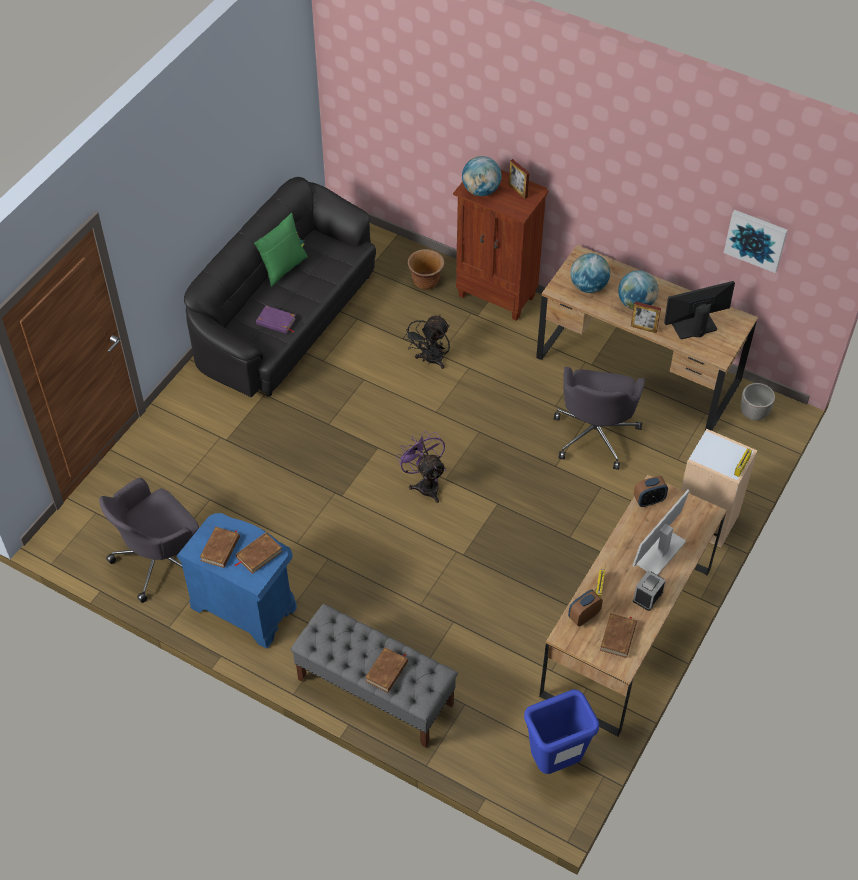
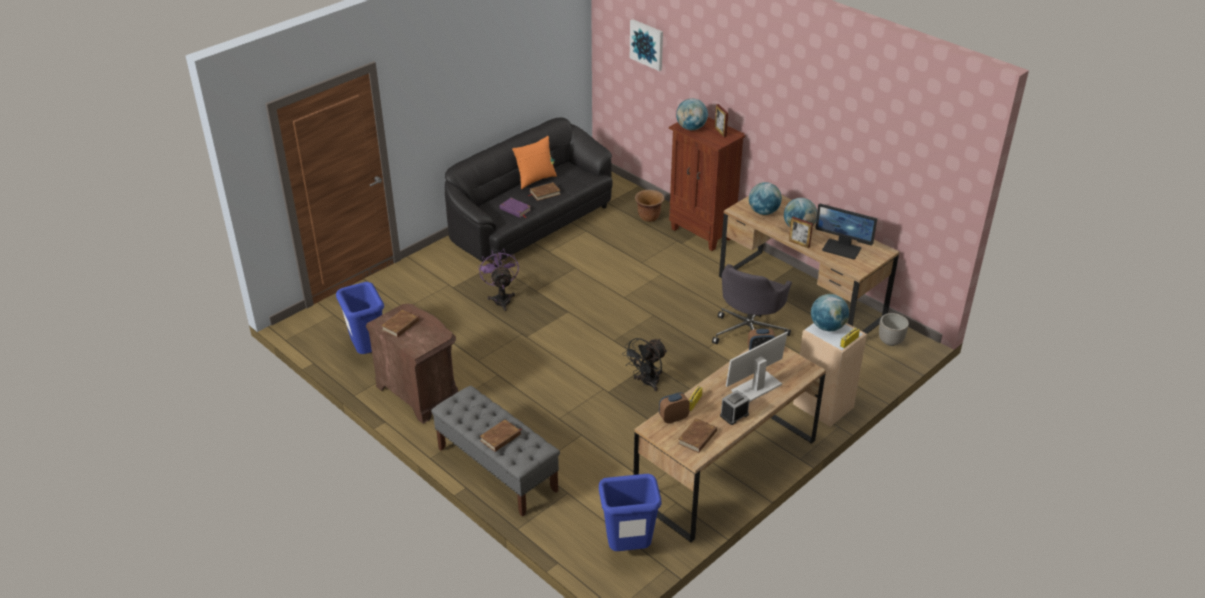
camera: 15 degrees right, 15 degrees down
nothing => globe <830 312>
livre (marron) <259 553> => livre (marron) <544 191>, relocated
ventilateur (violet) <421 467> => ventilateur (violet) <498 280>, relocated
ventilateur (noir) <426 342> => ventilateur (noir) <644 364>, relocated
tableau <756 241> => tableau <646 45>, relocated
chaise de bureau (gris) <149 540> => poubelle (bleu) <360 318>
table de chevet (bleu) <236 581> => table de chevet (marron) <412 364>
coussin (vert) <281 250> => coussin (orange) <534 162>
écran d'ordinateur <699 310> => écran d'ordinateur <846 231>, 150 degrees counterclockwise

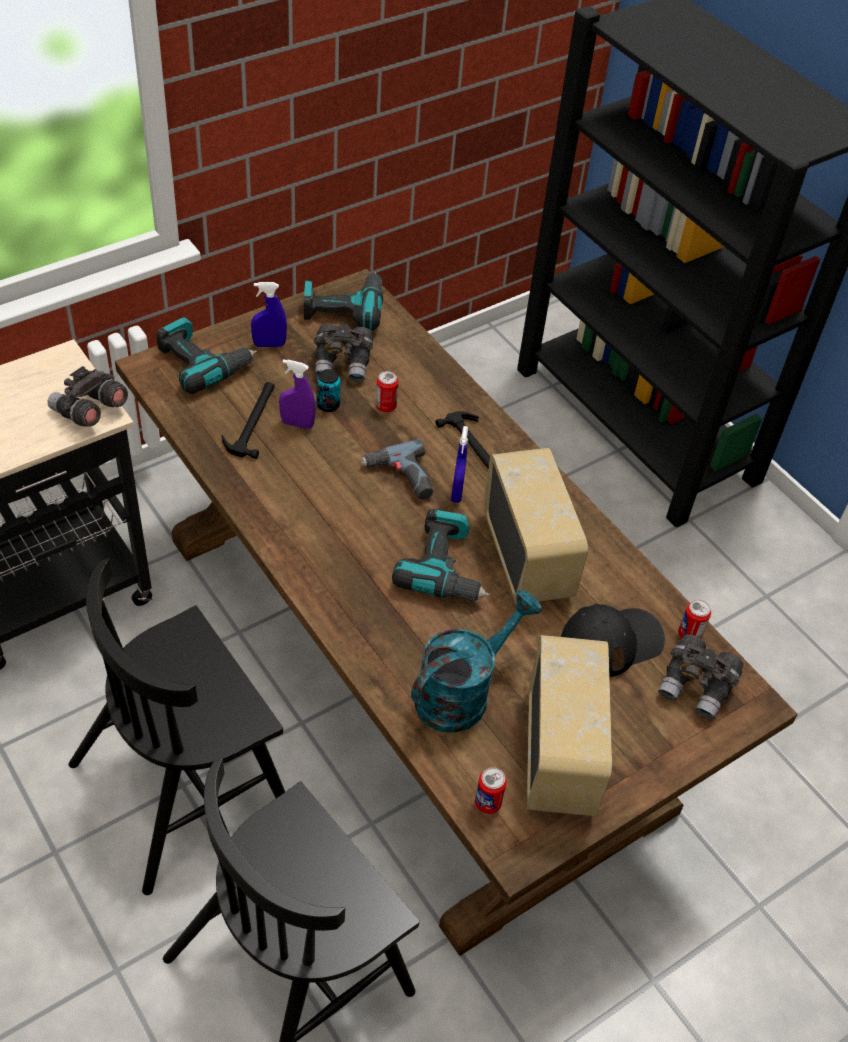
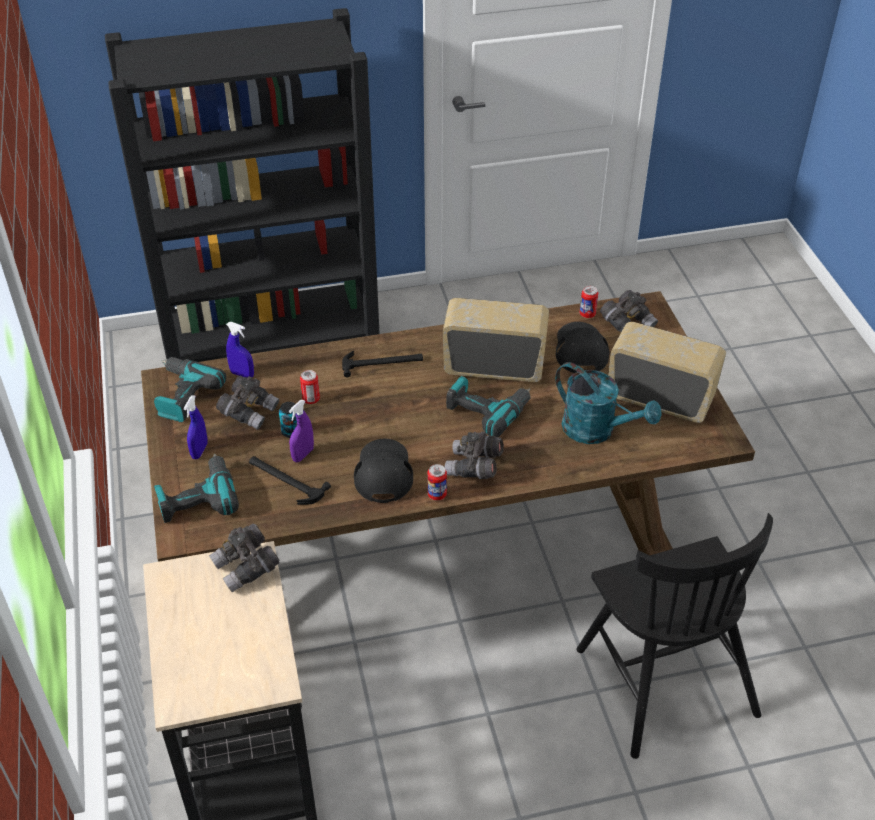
camera: 65 degrees left, 5 degrees down
chaise (noir) <176 726> => nothing
perceuse <397 469> => nothing
nothing => casquette (noir) <383 471>
nothing => jumelles (gris) <474 455>
vaporisateur (bleu) <459 464> => vaporisateur (bleu) <240 349>, relocated
boîte métallique <491 790> => boîte métallique <437 482>, relocated
arrosoir (turquoise) <476 661> => arrosoir (turquoise) <608 403>, 150 degrees clockwise

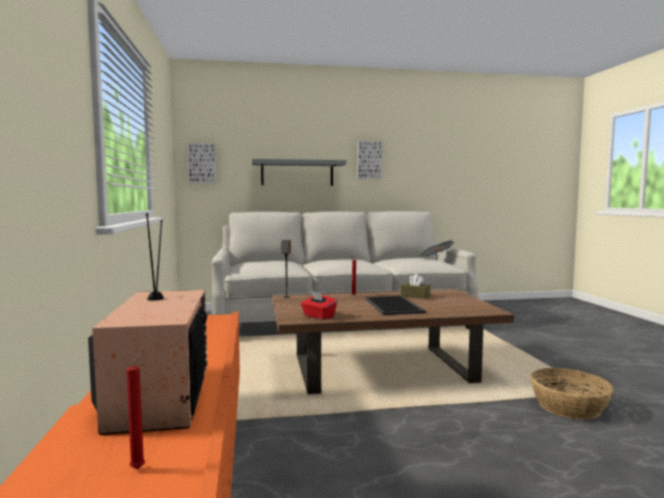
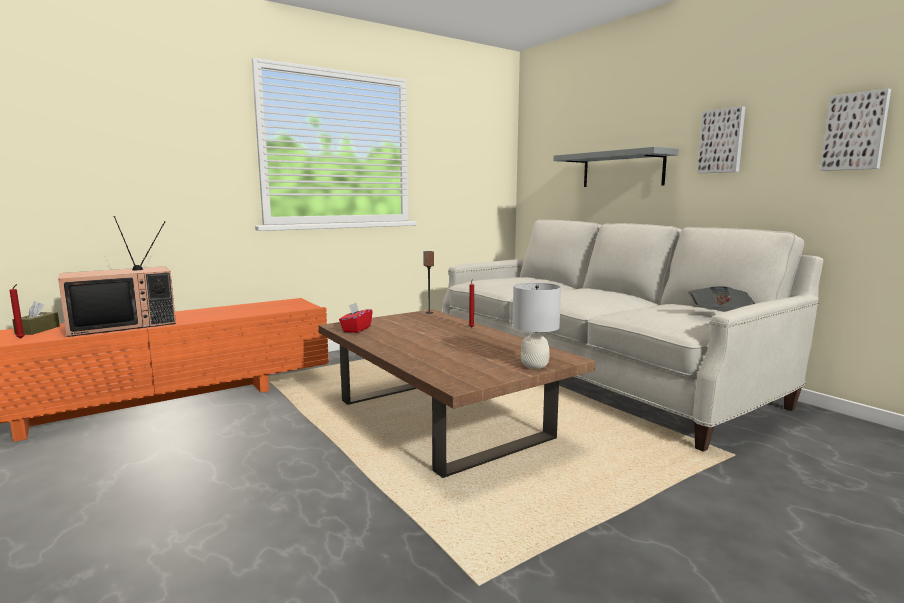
camera: 65 degrees right, 5 degrees up
plateau <395 305> => nothing
panier <572 393> => nothing
nothing => lampe de table (gris) <536 326>
tableau <202 163> => tableau <855 130>, relocated
boîte à mouchoirs (marron) <415 286> => boîte à mouchoirs (marron) <36 318>, relocated

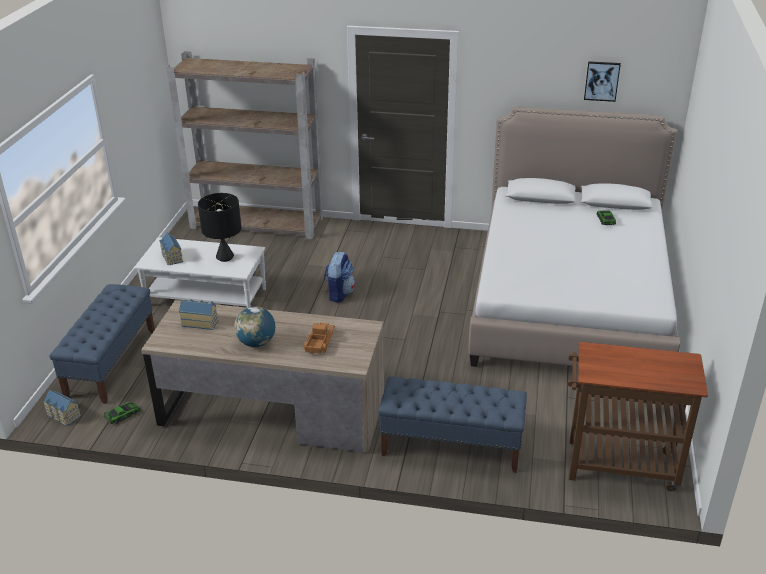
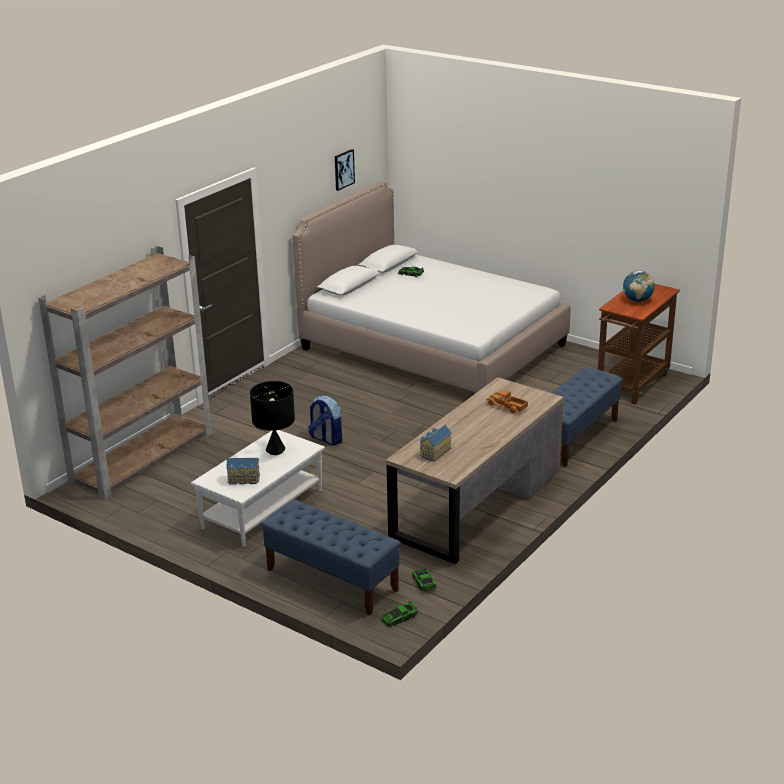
camera: 65 degrees left, 5 degrees down
globe <254 326> => globe <639 286>, relocated
maison miniature <62 408> => petite voiture <399 614>

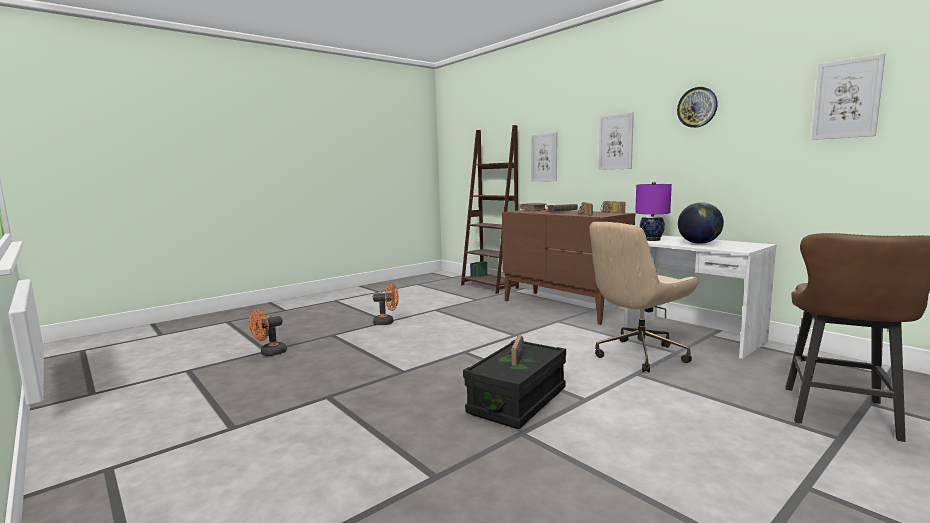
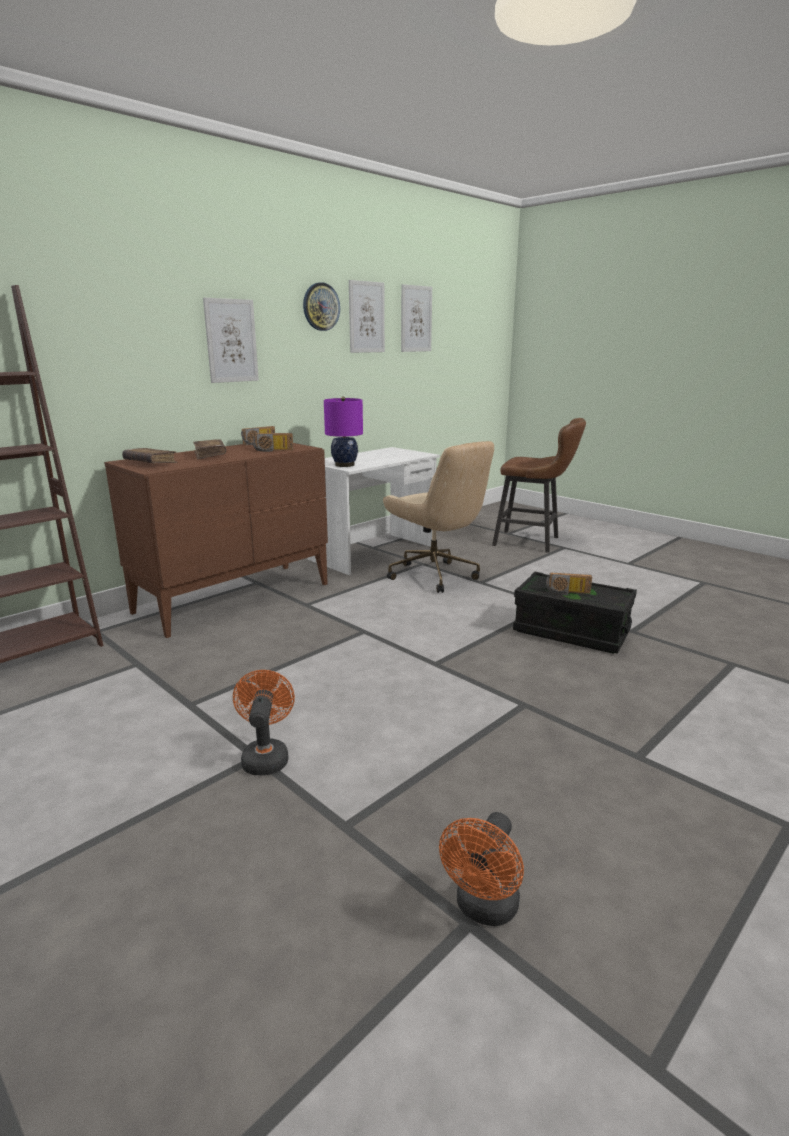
camera: 95 degrees left, 10 degrees up
globe <701 223> => nothing
tableau <544 157> => tableau <367 316>, relocated
ventilateur (orange) <268 332> => ventilateur (orange) <481 869>, 75 degrees clockwise

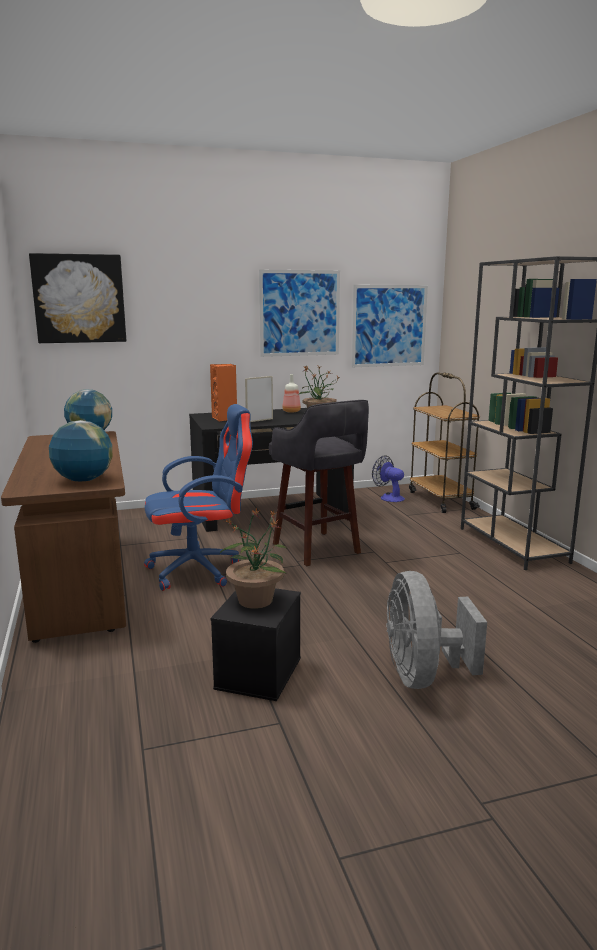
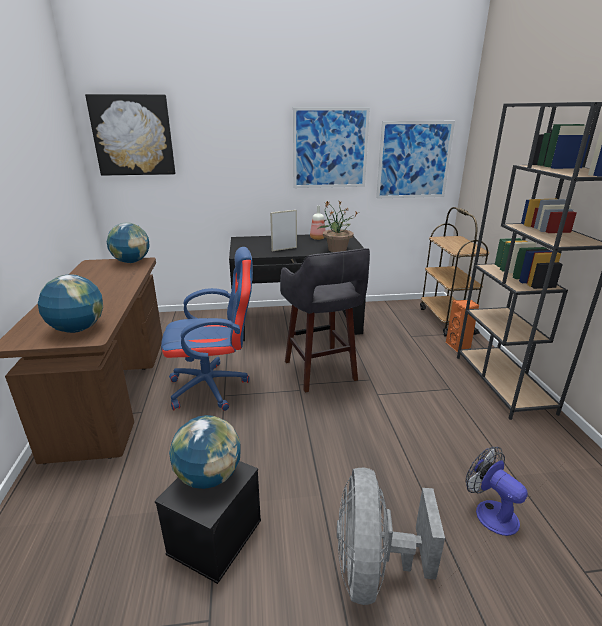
camera: 10 degrees right, 10 degrees up
enceinte (orange) <223 392> => enceinte (orange) <462 326>, relocated
ventilateur <388 479> => ventilateur <497 491>, relocated
plante en pot <253 558> => globe <205 452>

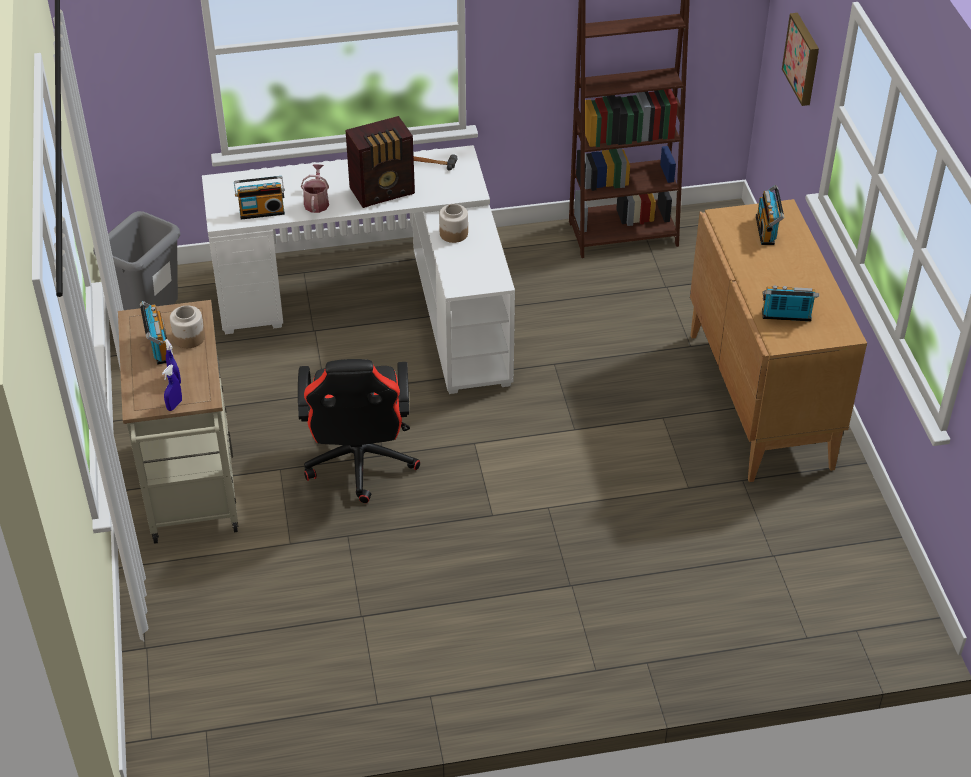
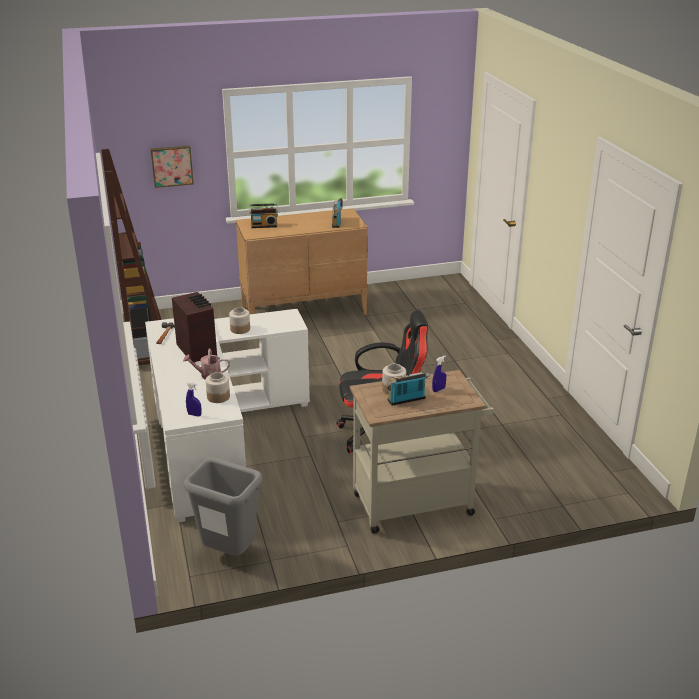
camera: 95 degrees left, 15 degrees down
vaporisateur (bleu) <172 388> => vaporisateur (bleu) <193 399>, relocated
radio <259 198> => bocal <218 387>

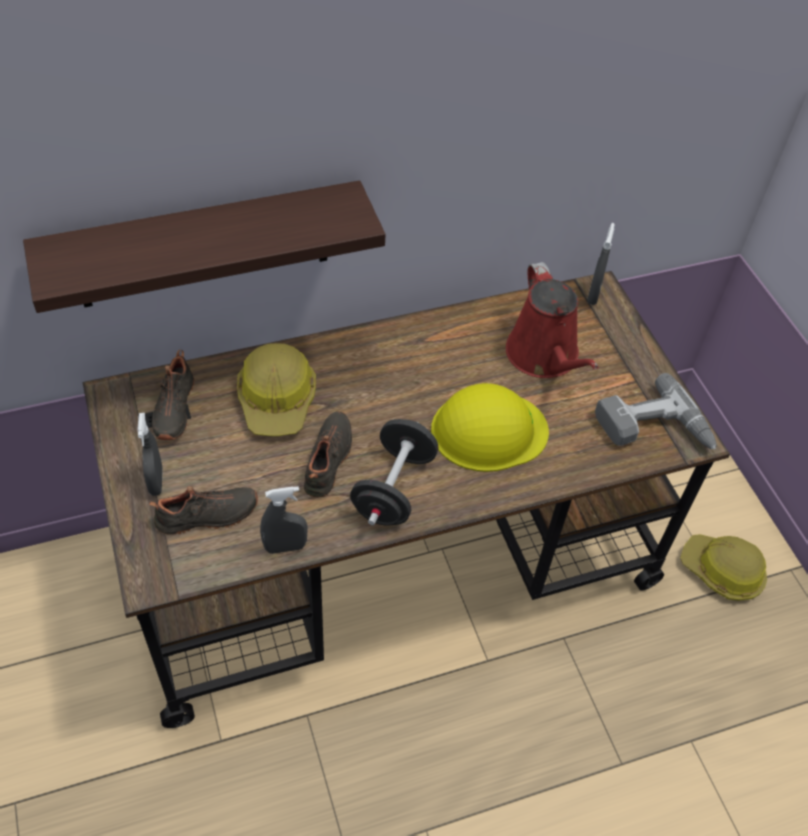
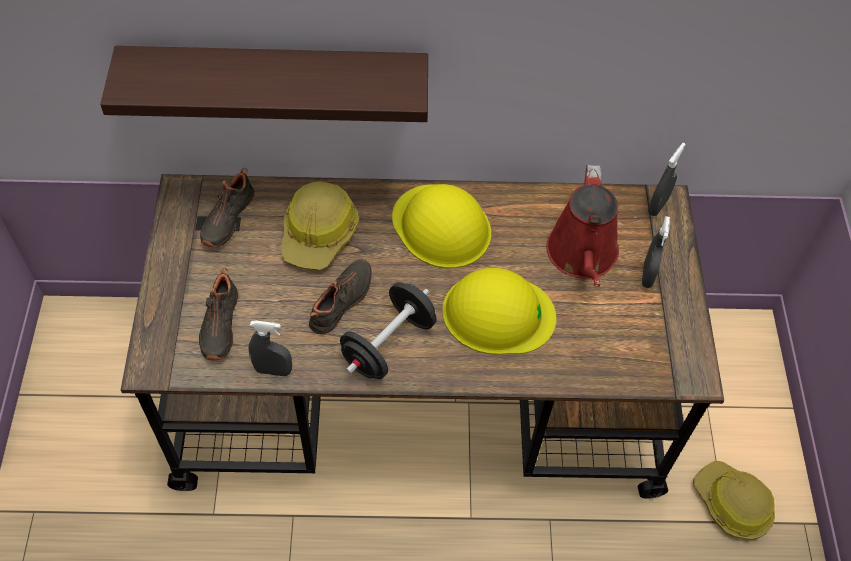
camera: 20 degrees right, 5 degrees up
perceuse <656 411> => nothing
nothing => casque de chantier (jaune) <441 226>
vaporisateur (gris) <150 454> => vaporisateur (gris) <656 252>, relocated
chaussure (noir) <203 511> => chaussure (noir) <219 313>, 90 degrees clockwise

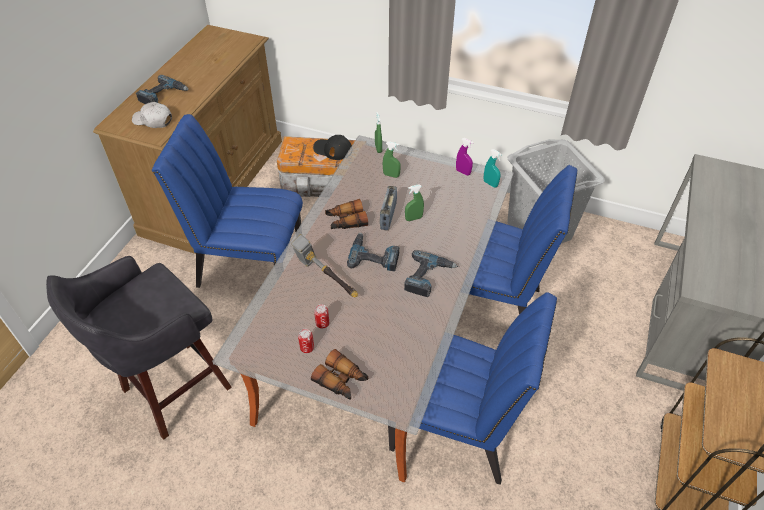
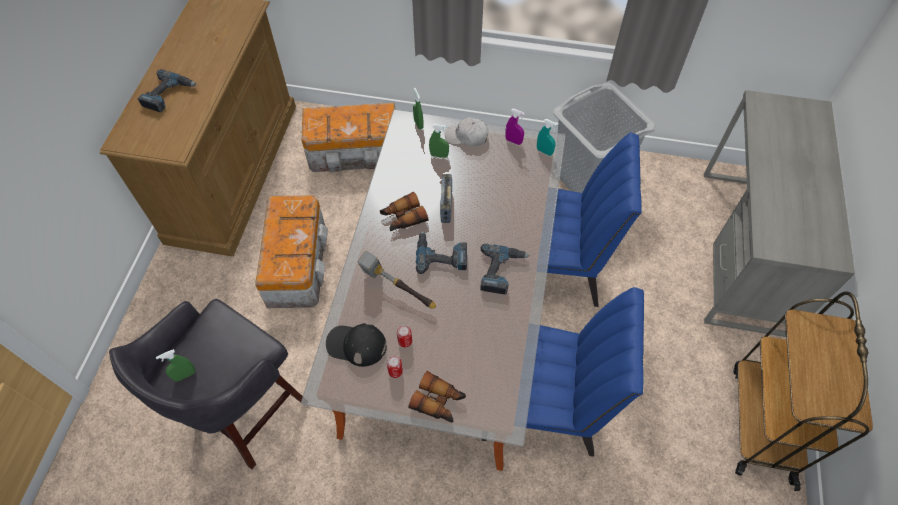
camera: 10 degrees left, 10 degrees up
casquette (blanc) <152 115> => casquette (blanc) <466 131>, relocated
casquette (noir) <332 147> => casquette (noir) <356 345>, relocated
vaporisateur (vert) <414 202> => vaporisateur (vert) <175 365>, relocated
chaise (bleu) <227 201> => boîte de rangement <291 251>

